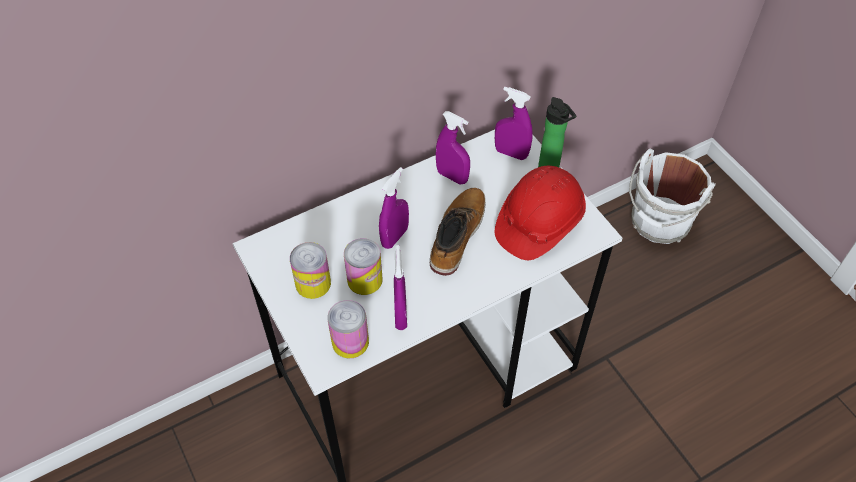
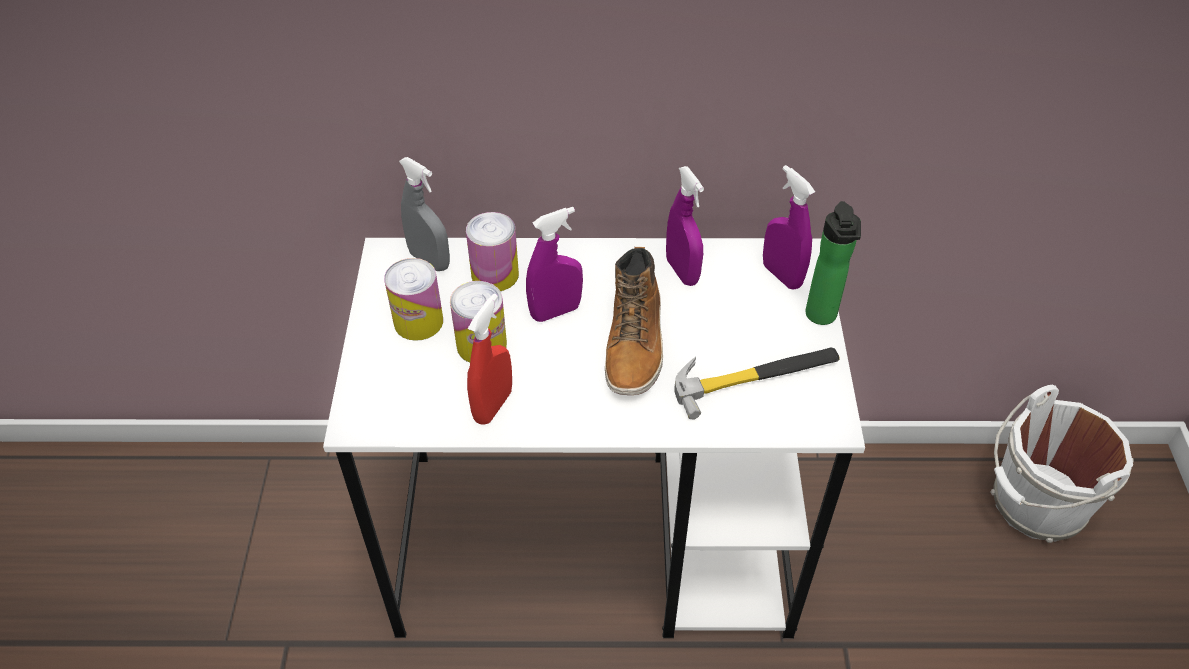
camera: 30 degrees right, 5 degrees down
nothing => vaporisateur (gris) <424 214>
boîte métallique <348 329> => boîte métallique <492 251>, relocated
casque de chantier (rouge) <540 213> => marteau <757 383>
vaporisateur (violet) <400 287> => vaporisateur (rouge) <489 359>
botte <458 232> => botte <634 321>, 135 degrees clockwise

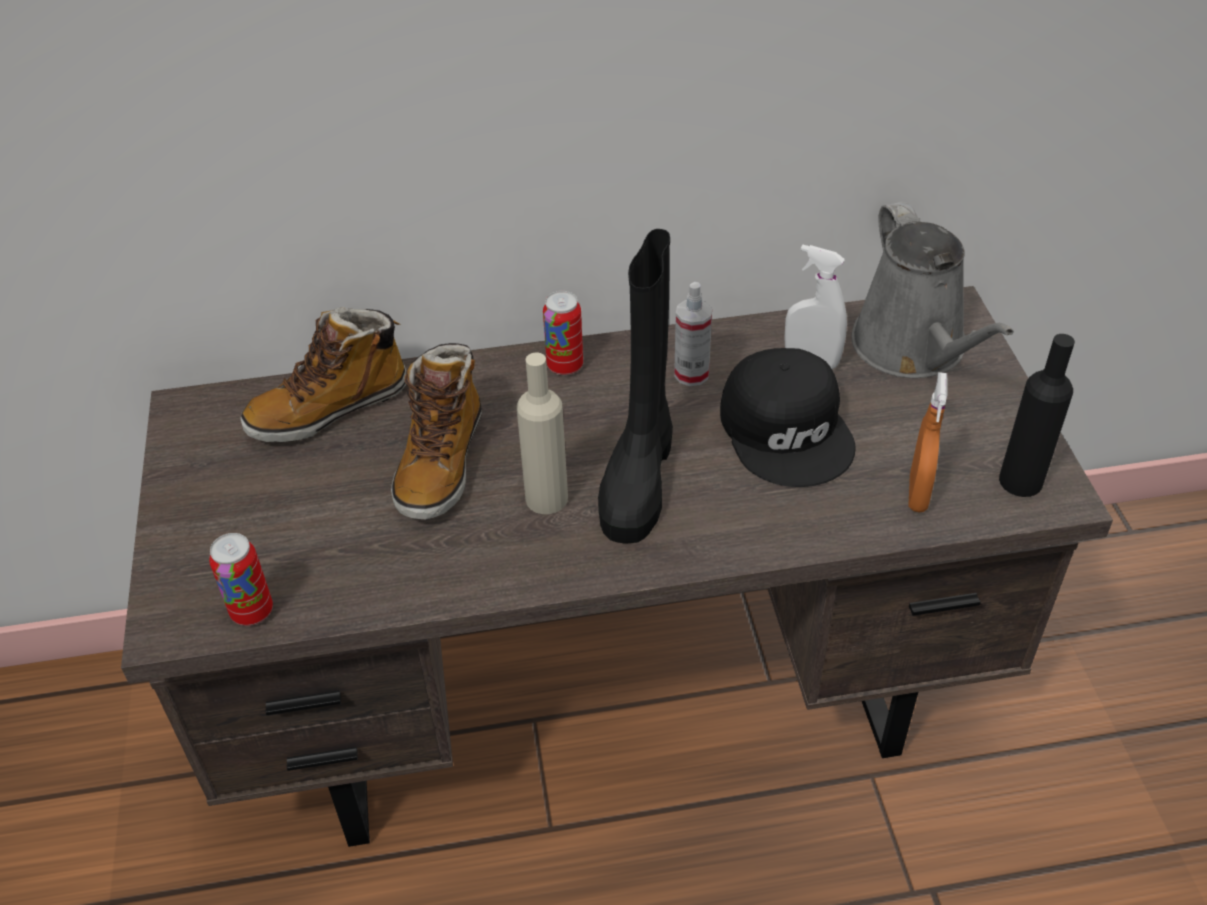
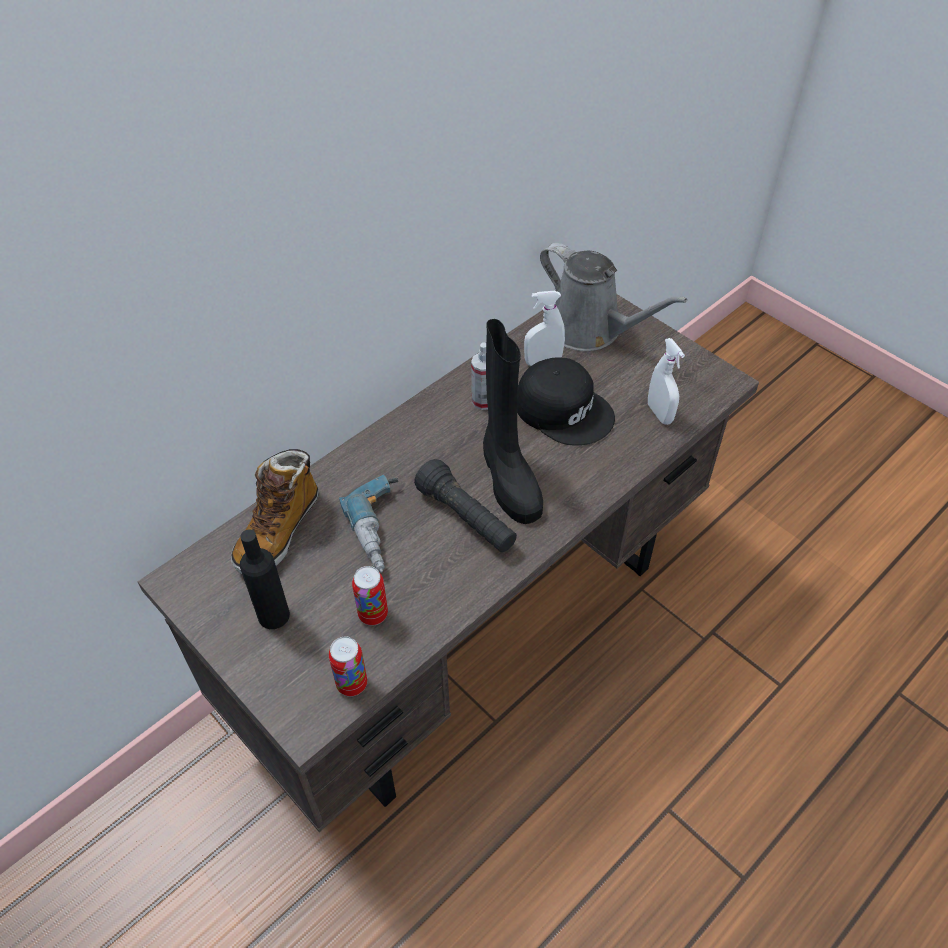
camera: 35 degrees left, 5 degrees up
boîte métallique <563 333> => boîte métallique <370 596>, relocated
bouteille (noir) <1037 415> => bouteille (noir) <265 579>, relocated
botte <436 431> => perceuse <368 524>
bouteille (beige) <542 433> => lampe de poche (noir) <465 505>
vaporisateur (orange) <928 442> => vaporisateur (blanc) <666 381>

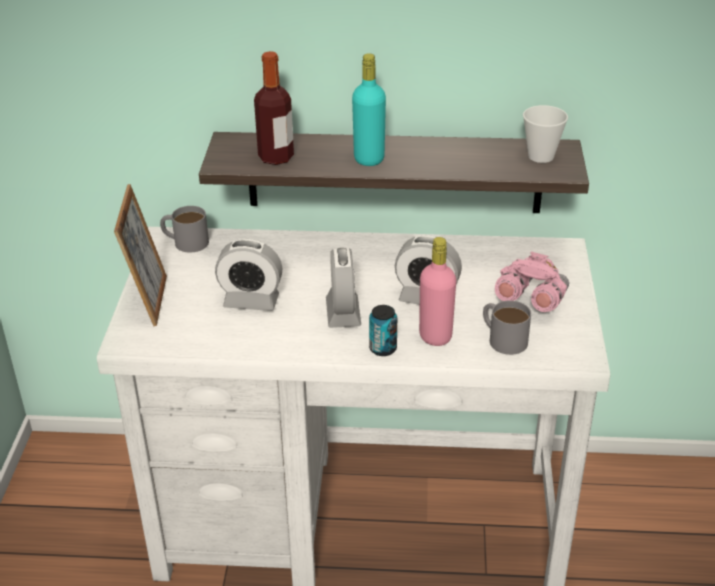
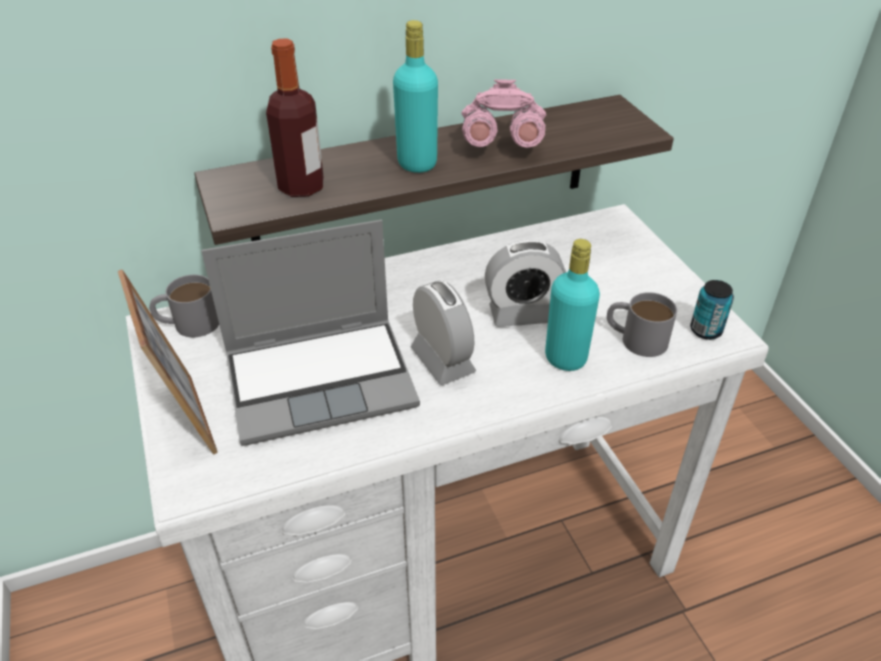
camera: 25 degrees left, 5 degrees up
tasse <545 134> => nothing
boîte métallique <383 330> => boîte métallique <712 310>, relocated
jumelles (rose) <532 282> => jumelles (rose) <504 113>, relocated
réveil <248 275> => ordinateur portable <310 333>
bouteille (rose) <437 291> => bouteille (turquoise) <572 305>

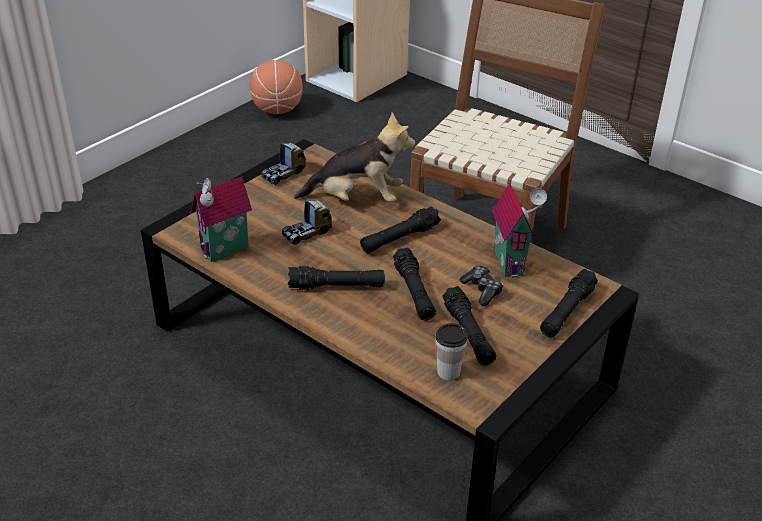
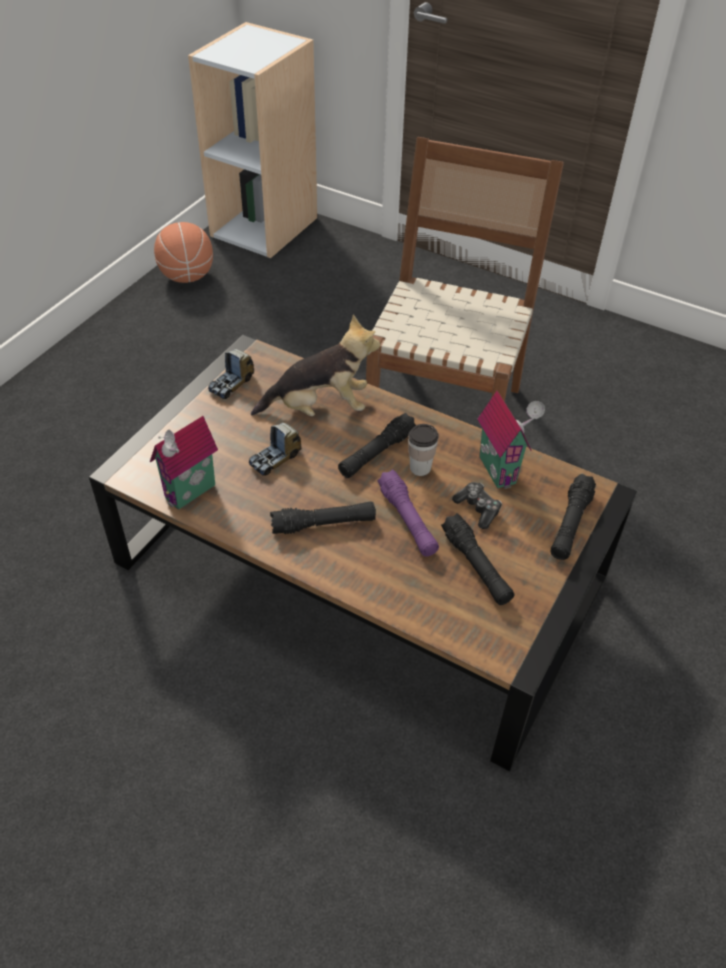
camera: 10 degrees left, 10 degrees up
tasse <451 351> => tasse <423 450>, relocated
lampe de poche (noir) <414 283> => lampe de poche (violet) <408 513>

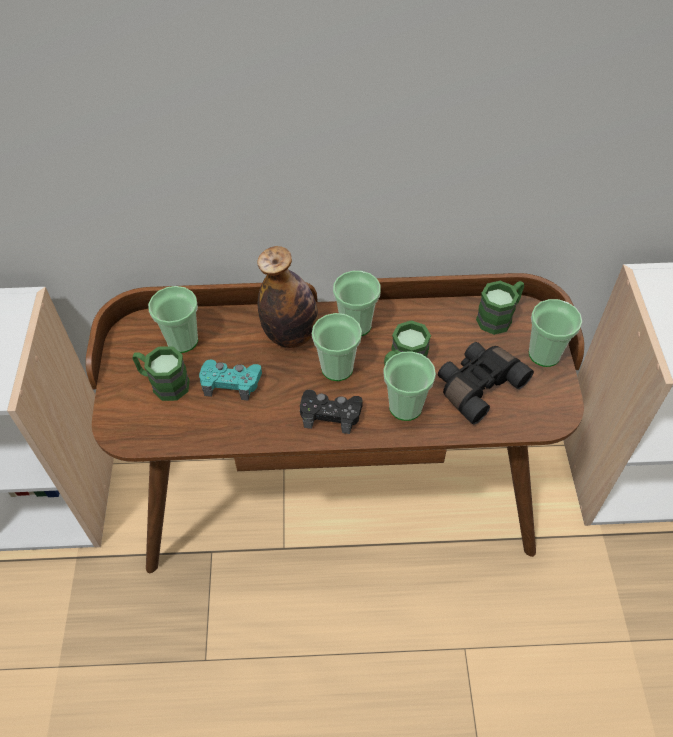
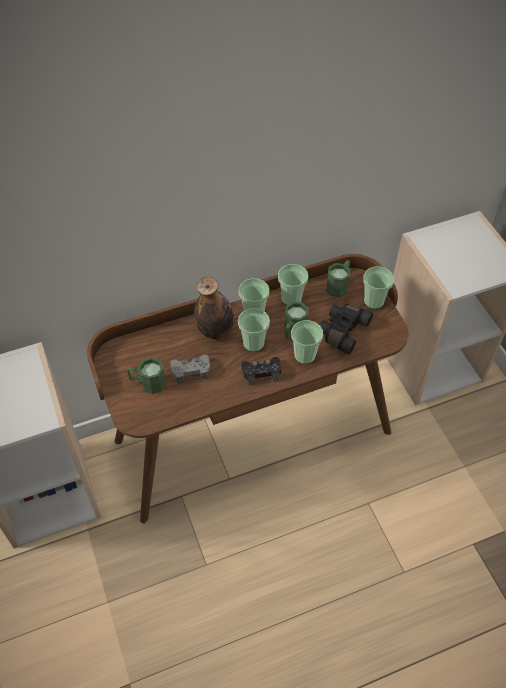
camera: 20 degrees left, 0 degrees up
tasse <173 319> => tasse <293 284>, relocated
manette (turquoise) <230 380> => manette (gris) <190 369>

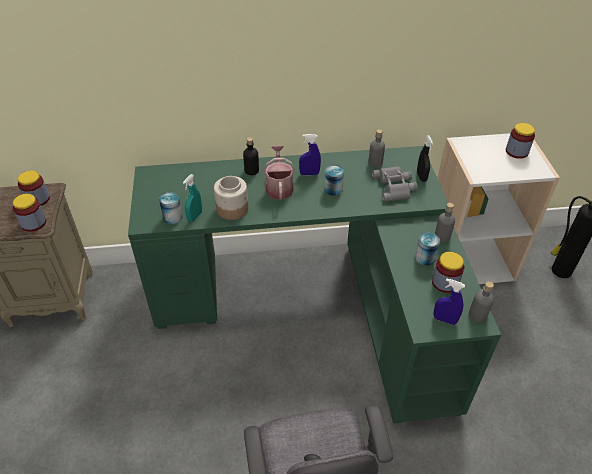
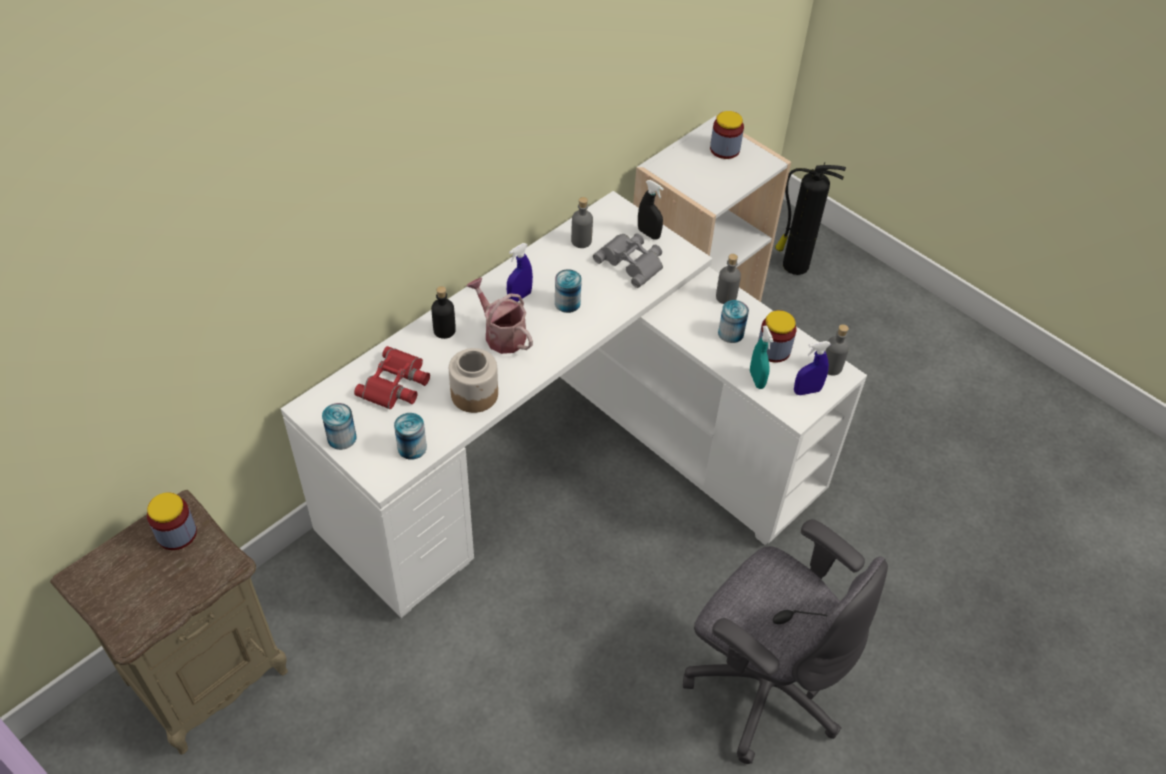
camera: 40 degrees left, 5 degrees up
bocal <29 213> => nothing
nothing => boîte métallique <339 426>
nothing => jumelles (rouge) <392 377>
vaporisateur (turquoise) <192 198> => vaporisateur (turquoise) <761 357>, relocated
bureau (vert) <314 284> => bureau (blanc) <574 404>

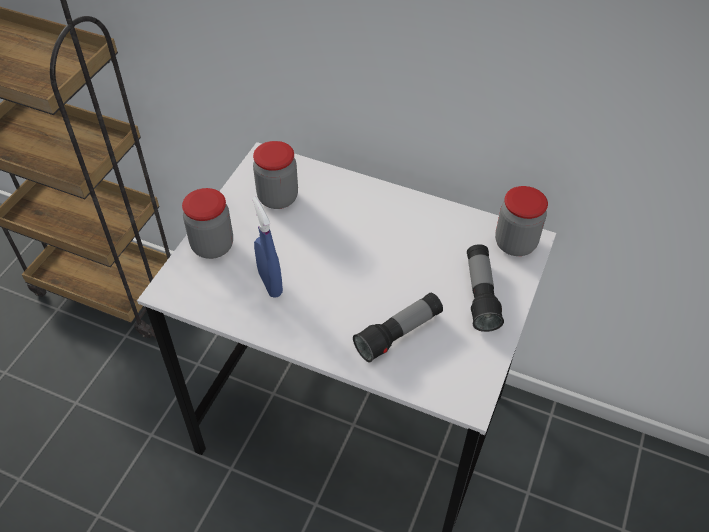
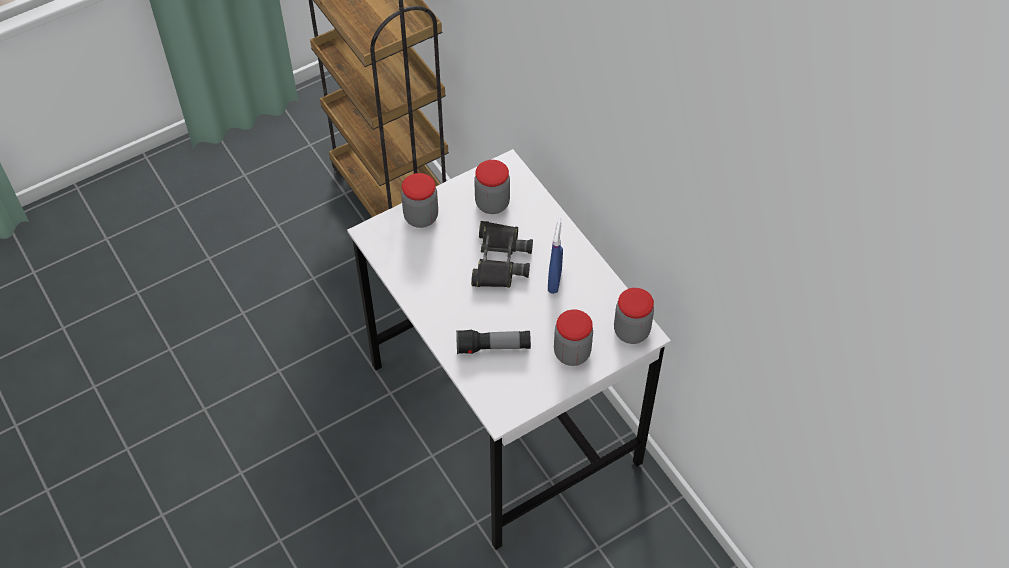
camera: 35 degrees right, 5 degrees up
nothing => jumelles (noir) <502 254>
vaporisateur (bleu) <267 247> => vaporisateur (bleu) <555 256>, relocated
lampe de poche <485 288> => bocal <573 337>

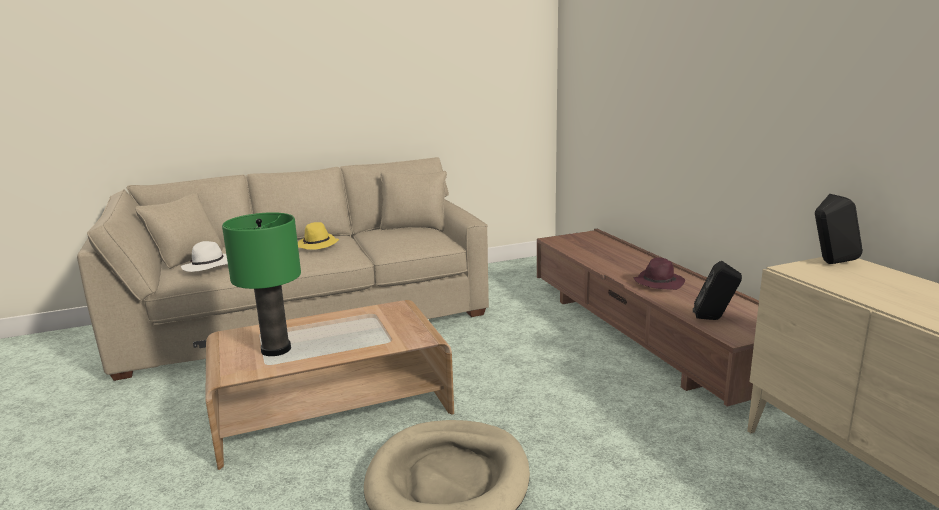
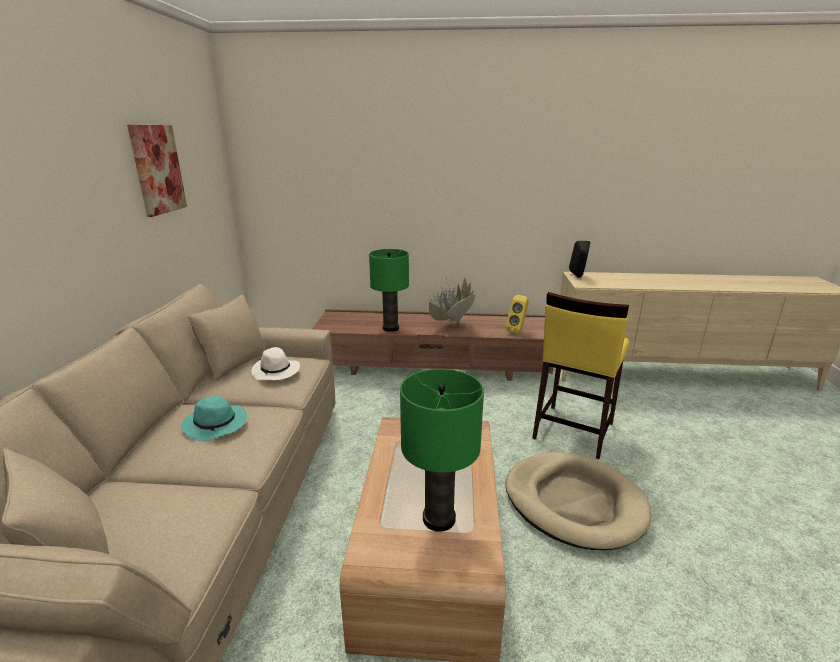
camera: 65 degrees left, 5 degrees up
nothing => tableau <157 171>
nothing => lampe de table (vert) <389 290>
nothing => tabouret (jaune) <580 375>
chapeau (blanc) <204 256> => chapeau (blanc) <275 363>, relocated
chapeau (violet) <659 274> => plante en pot <448 299>
chapeau (jaune) <318 236> => chapeau (turquoise) <214 418>
enceinte (noir) <717 290> => enceinte (jaune) <517 314>

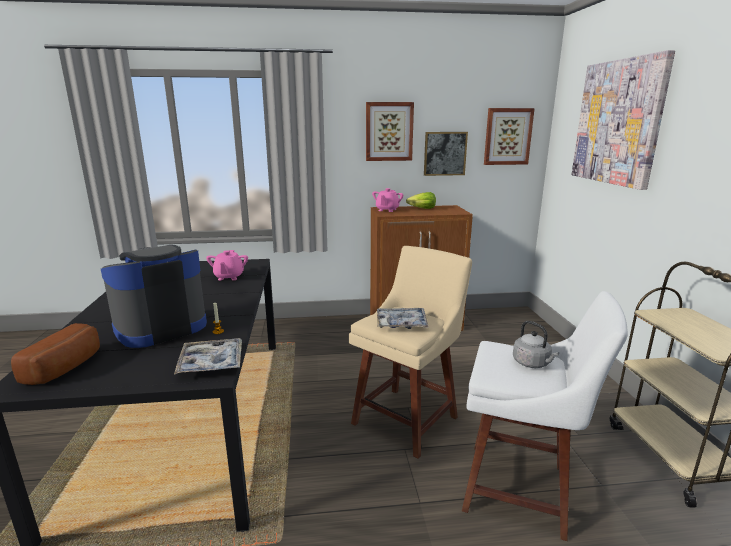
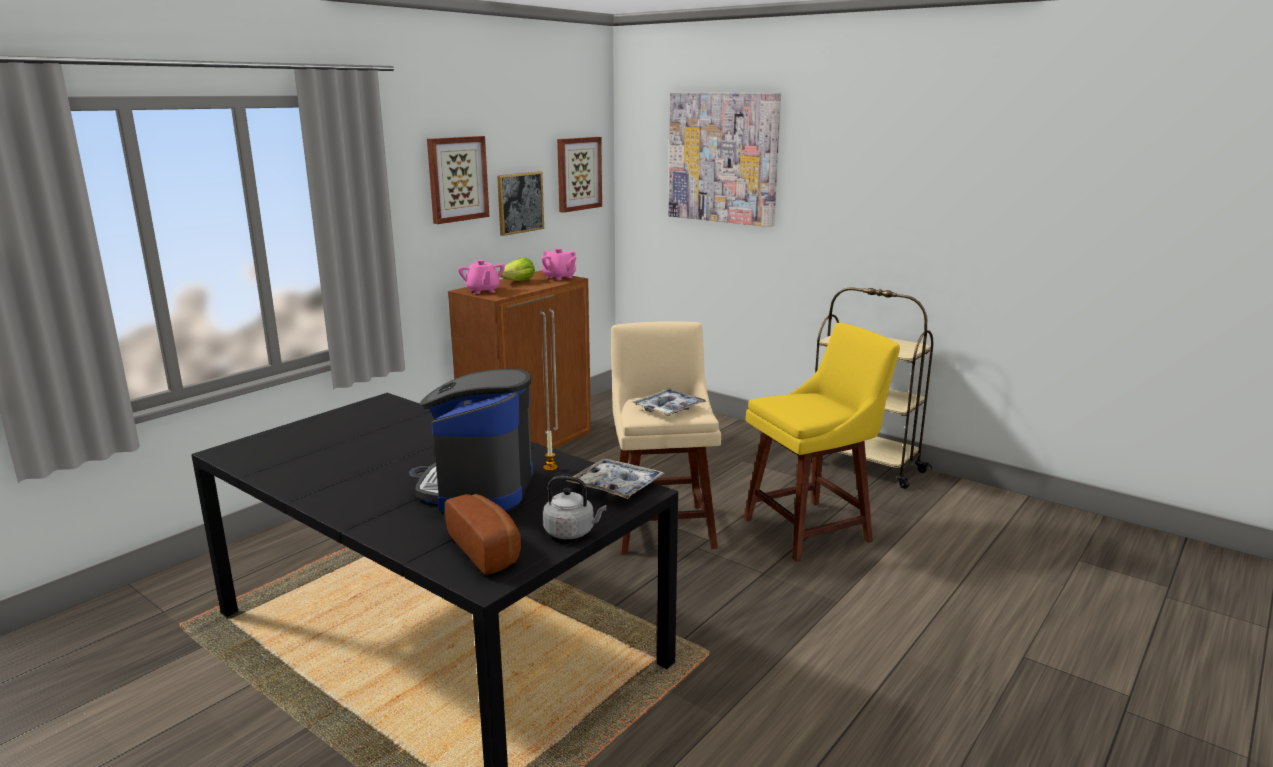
camera: 45 degrees left, 0 degrees up
théière (rose) <227 265> => théière (rose) <559 264>, relocated
bouilloire (gris) <536 344> => bouilloire (gris) <574 507>, relocated
tabouret (blanc) <545 416> => tabouret (jaune) <821 442>

